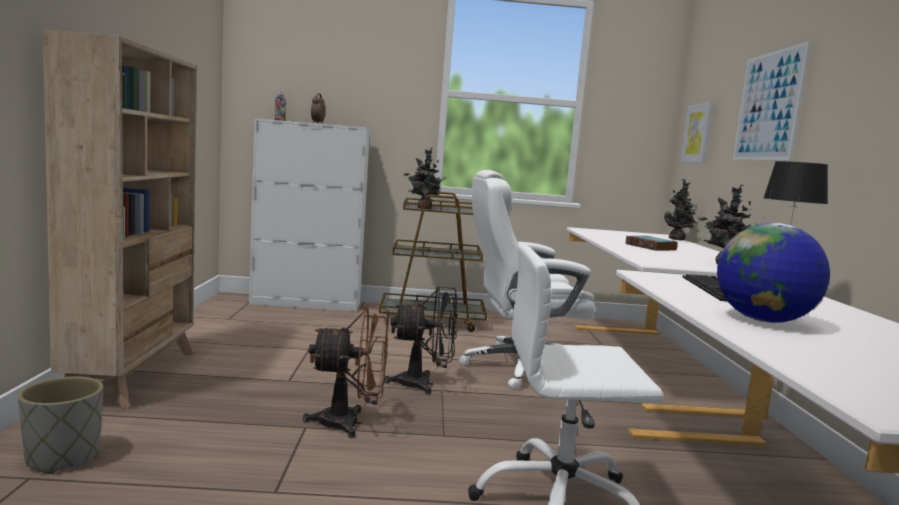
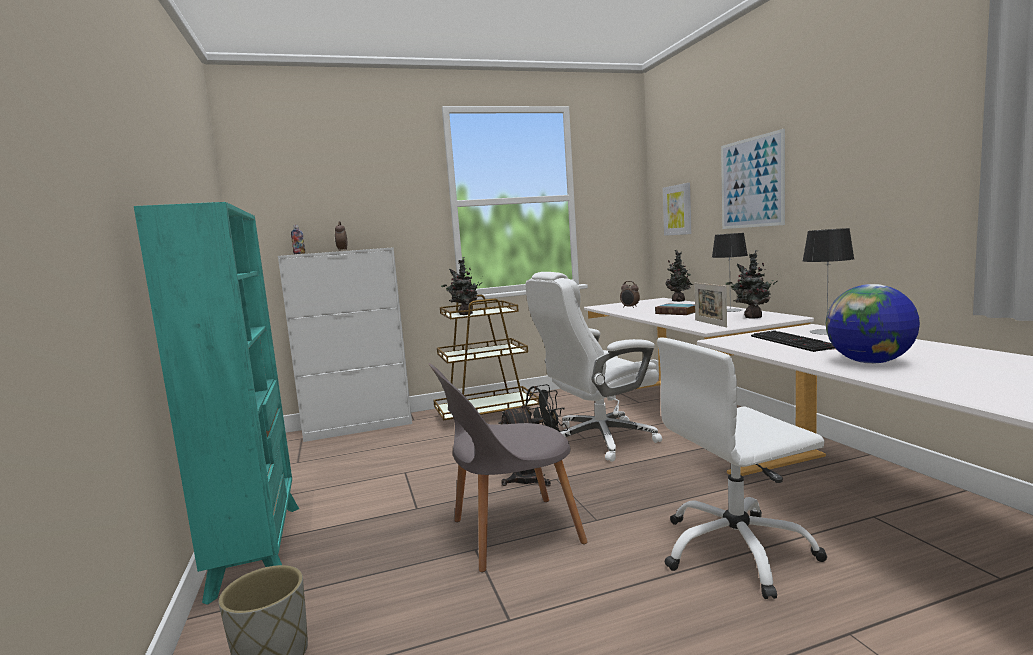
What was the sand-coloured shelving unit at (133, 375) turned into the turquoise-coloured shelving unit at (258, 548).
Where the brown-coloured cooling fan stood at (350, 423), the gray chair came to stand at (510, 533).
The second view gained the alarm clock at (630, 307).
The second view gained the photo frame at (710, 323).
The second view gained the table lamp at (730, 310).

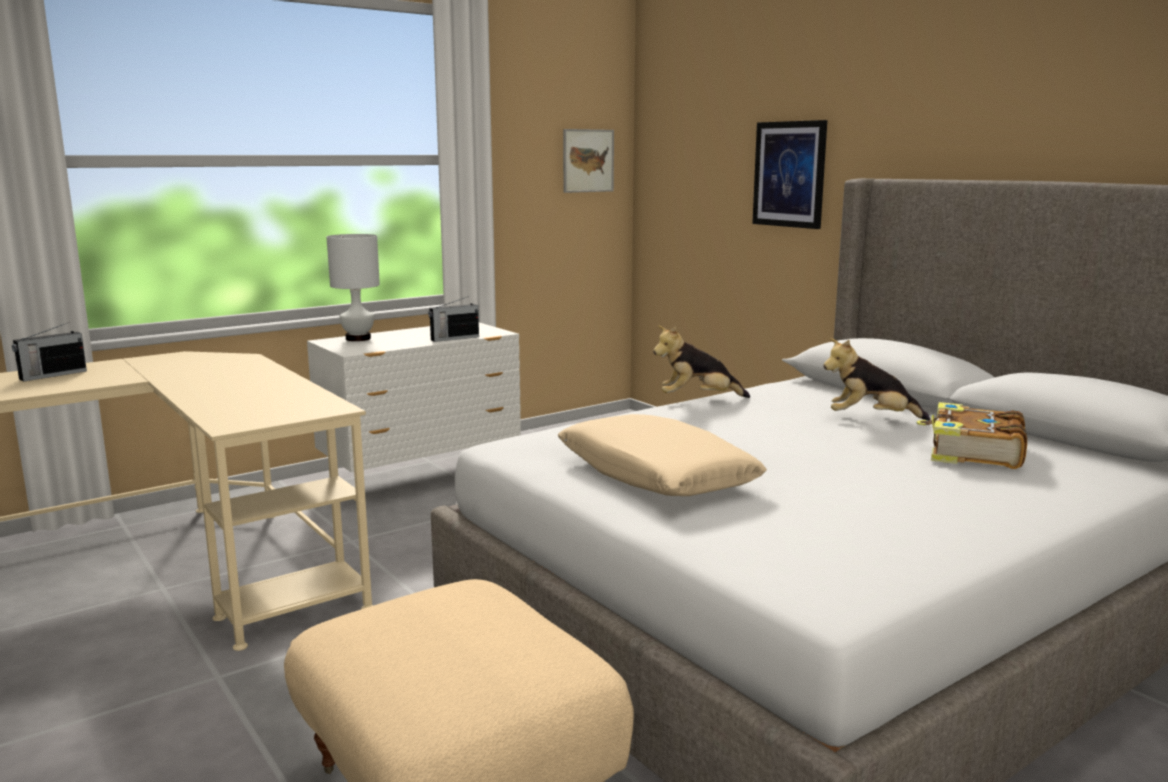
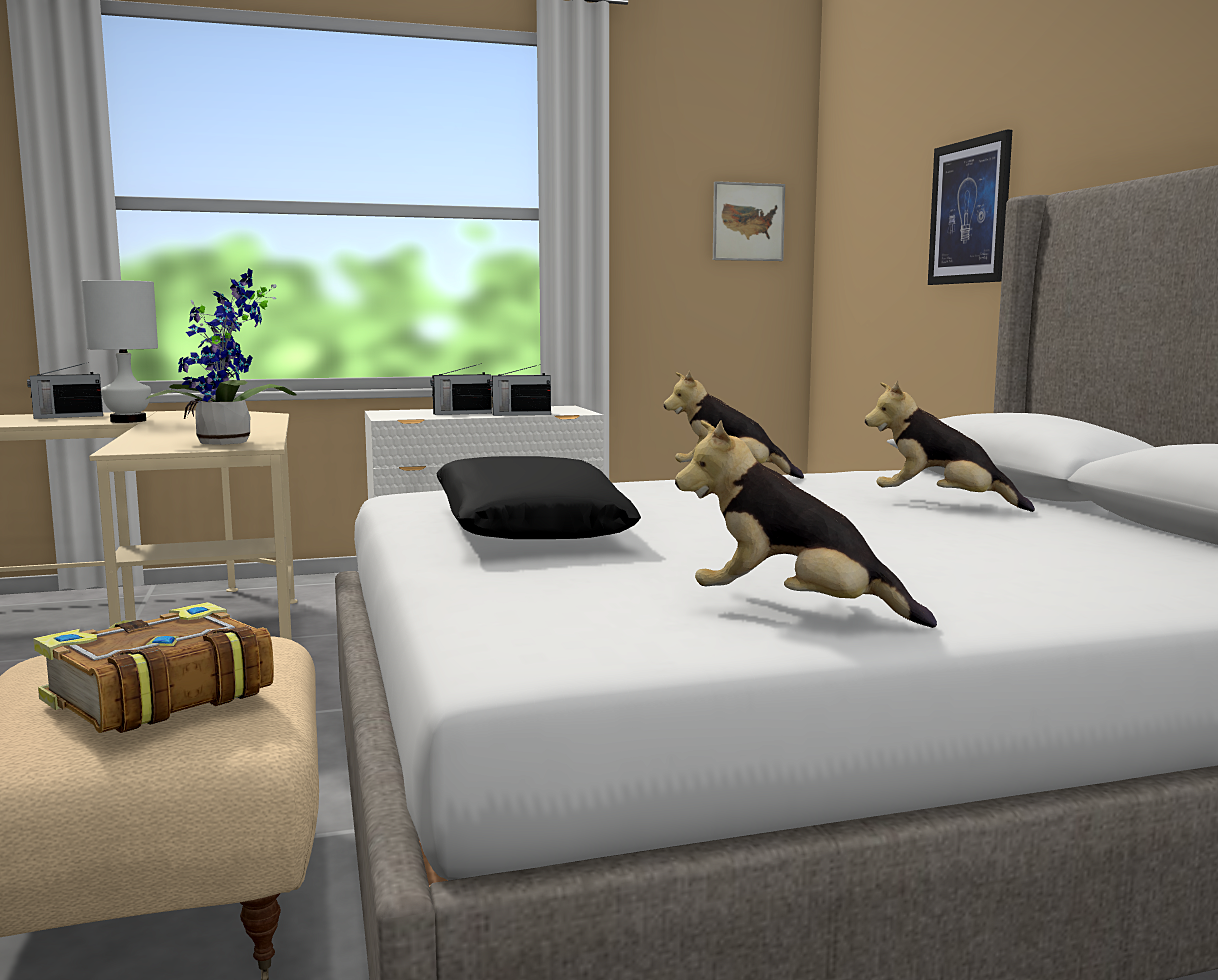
The book ended up elsewhere, having gone from (972, 453) to (156, 696).
The whitish table lamp ended up elsewhere, having gone from (357, 338) to (127, 421).
The second view gained the houseplant at (228, 443).
The second view gained the radio at (461, 413).
What was the sand-coloured pillow at (655, 475) turned into the black-coloured pillow at (527, 527).
The second view gained the soft toy at (794, 613).

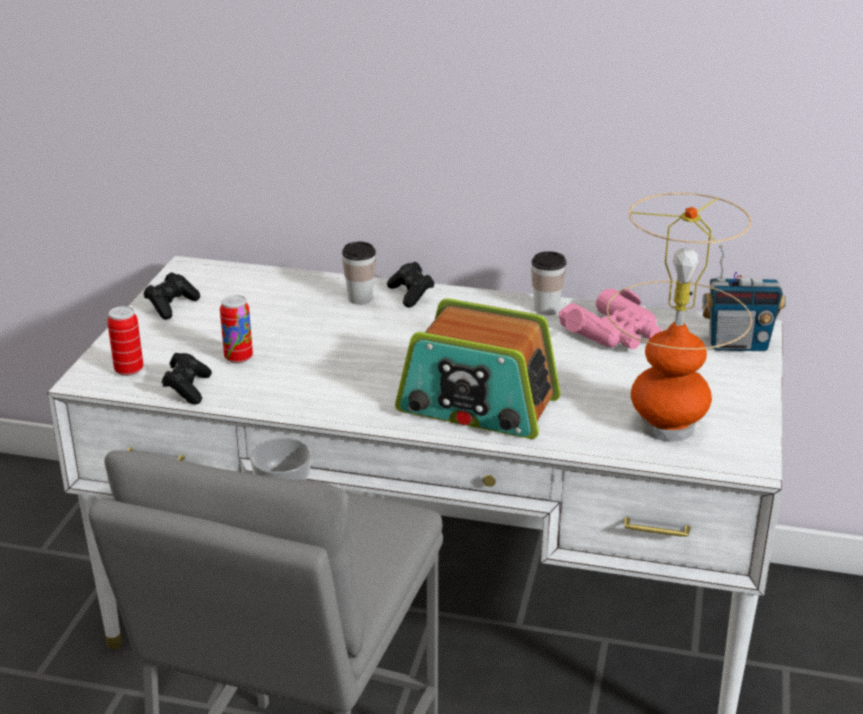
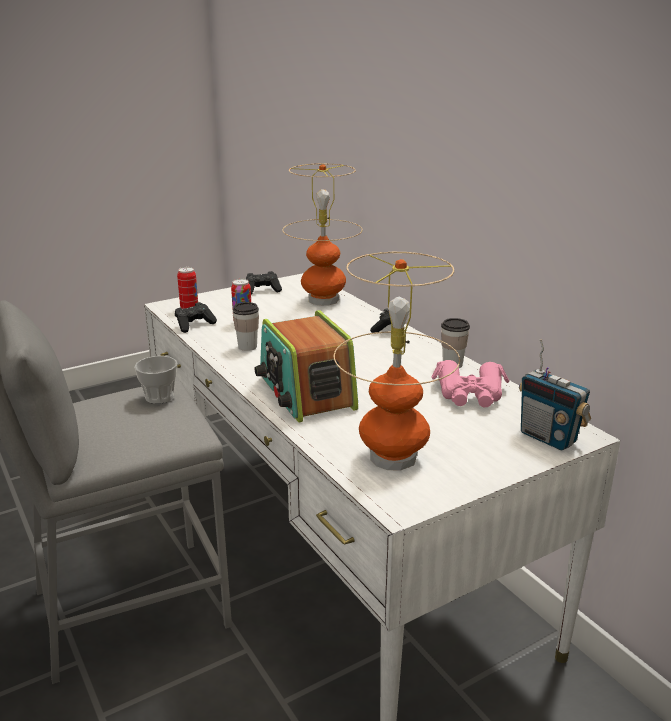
The cup ended up elsewhere, having gone from (360, 299) to (247, 346).
The second view gained the table lamp at (323, 300).

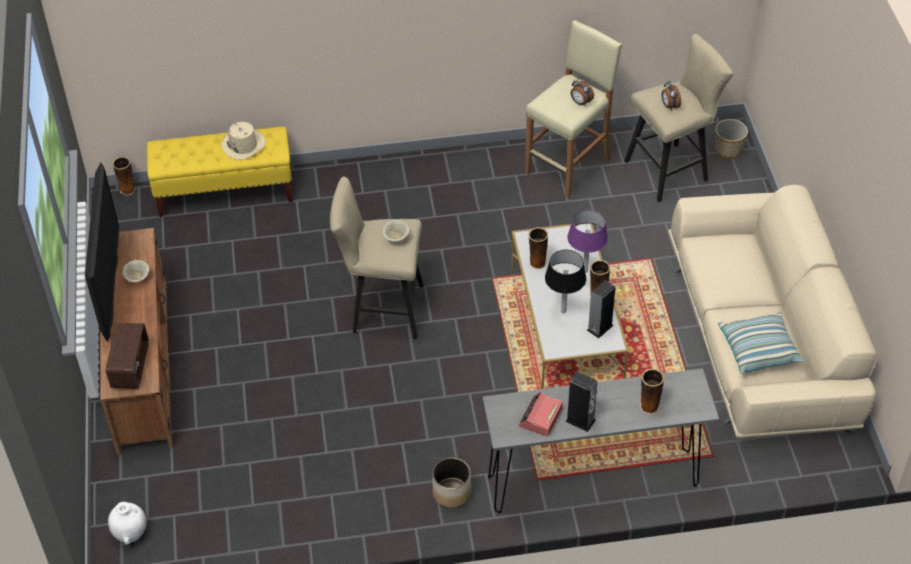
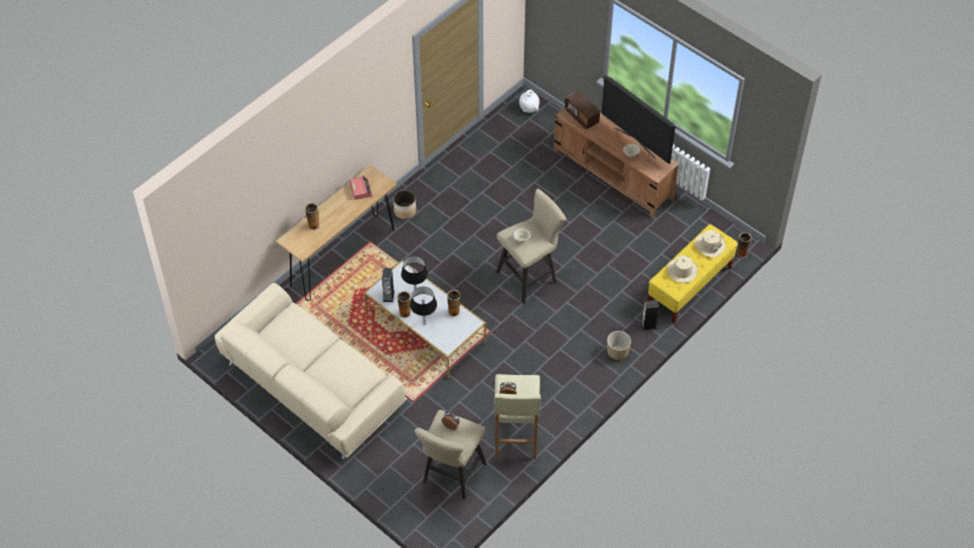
What was the gray hall table at (593, 481) turned into the brown-coloured hall table at (342, 257).
What was the purplish table lamp at (585, 271) turned into the black-coloured table lamp at (424, 323).
The planter ended up elsewhere, having gone from (728, 150) to (617, 352).
The audio speaker ended up elsewhere, having gone from (580, 420) to (648, 325).
The second view gained the sand-coloured hat at (709, 245).
The second view lost the pillow at (759, 350).

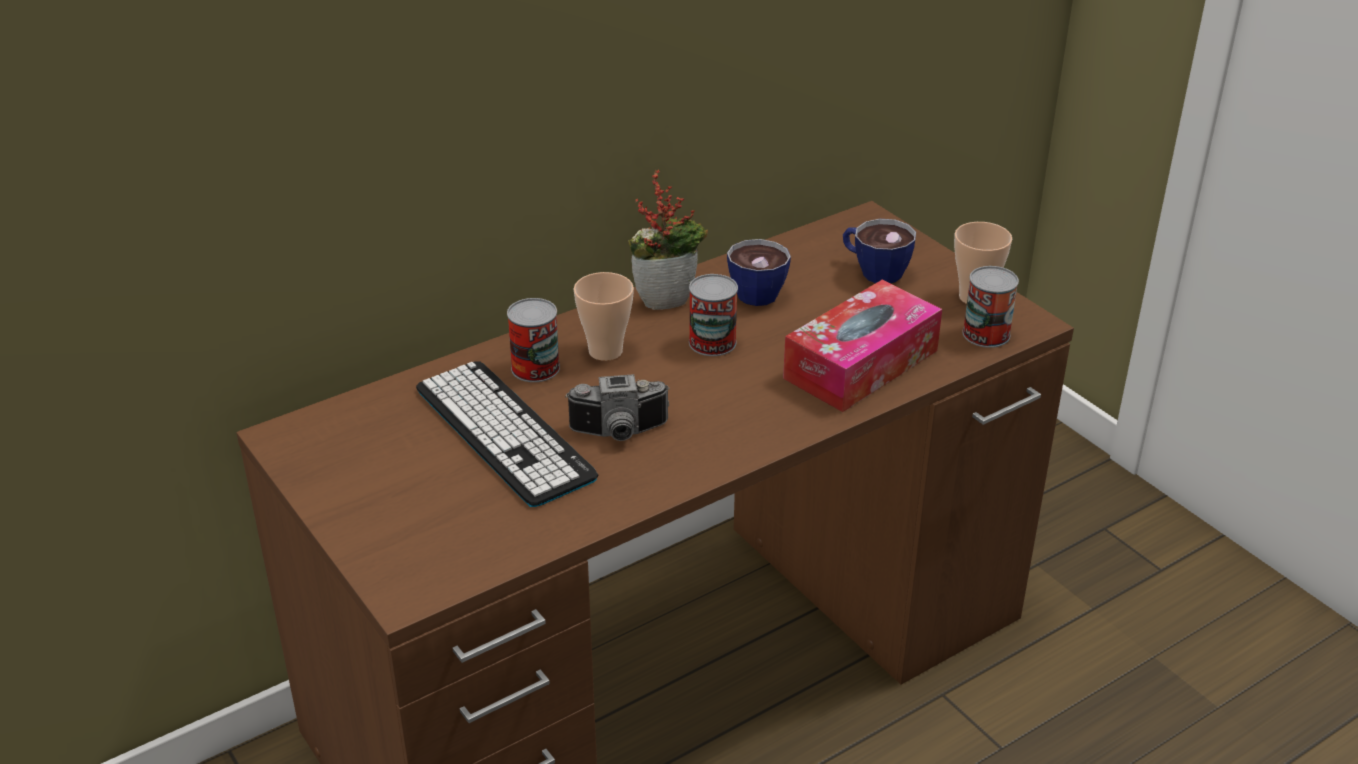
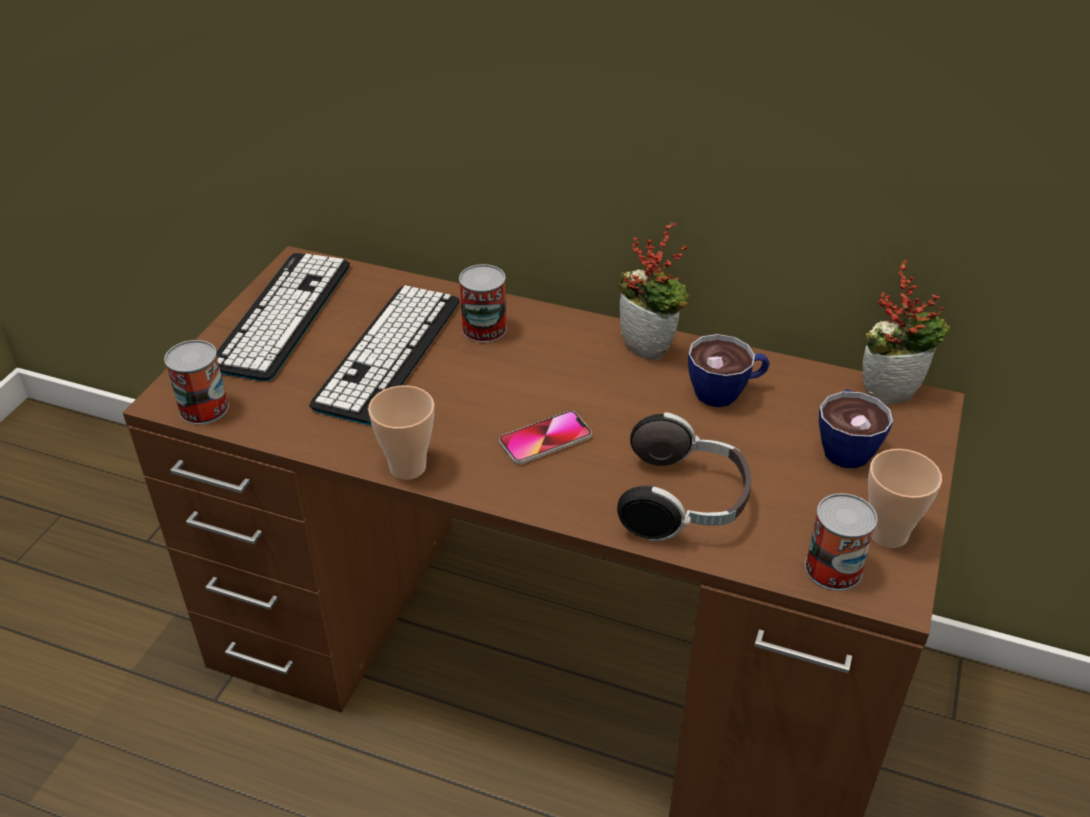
The sealed can ended up elsewhere, having gone from (712, 342) to (204, 408).
The second view gained the PC keyboard at (283, 315).
The cup ended up elsewhere, having gone from (605, 351) to (407, 467).
The second view gained the handset at (545, 439).
Where the box of tissues stood at (861, 364), the pair of headphones came to stand at (684, 503).
The second view gained the houseplant at (890, 392).
The second view lost the still camera at (620, 433).

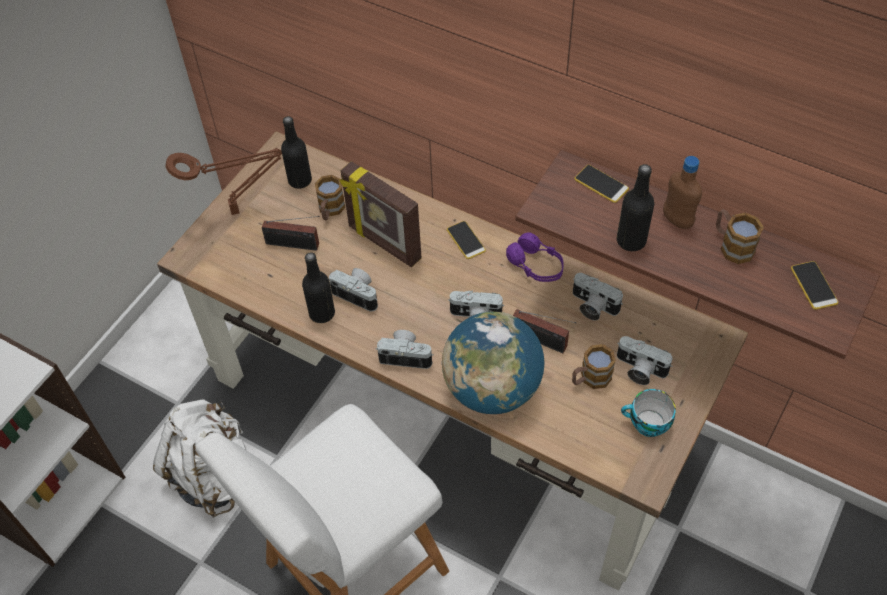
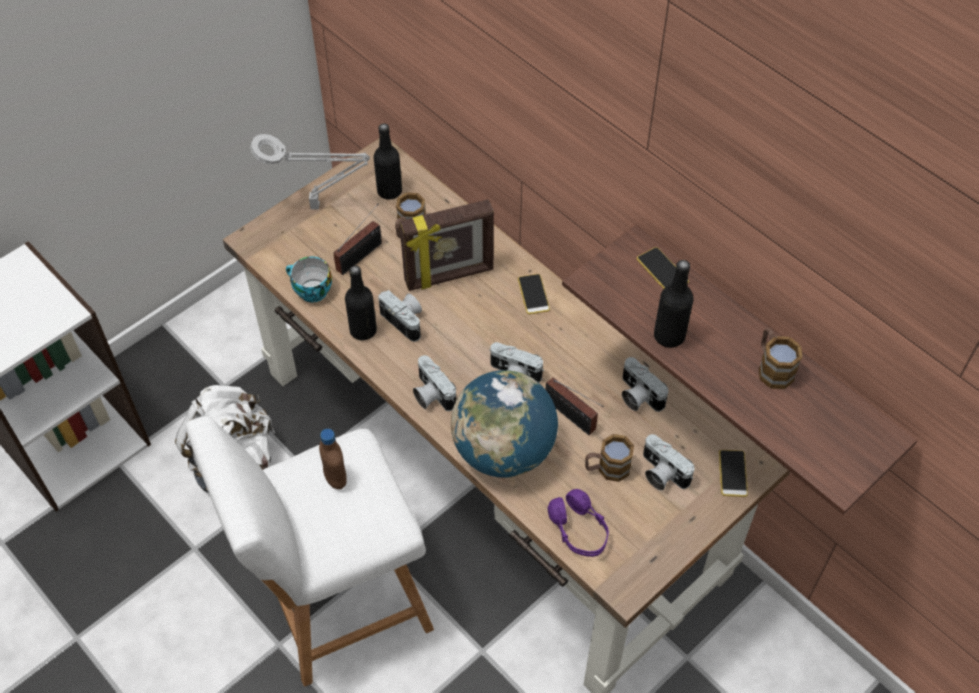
What was the brown-coloured table lamp at (238, 210) turned into the gray table lamp at (319, 206).
The cup ended up elsewhere, having gone from (647, 424) to (310, 291).
The brown-coloured beverage bottle ended up elsewhere, having gone from (677, 220) to (335, 478).
The radio at (295, 245) ended up facing another way, 75 degrees counterclockwise from before.
The photo frame at (383, 243) ended up facing another way, 75 degrees counterclockwise from before.
The still camera at (406, 355) ended up facing another way, 150 degrees counterclockwise from before.
The purplish pair of headphones ended up elsewhere, having gone from (536, 266) to (579, 530).
The handset ended up elsewhere, having gone from (813, 285) to (733, 473).

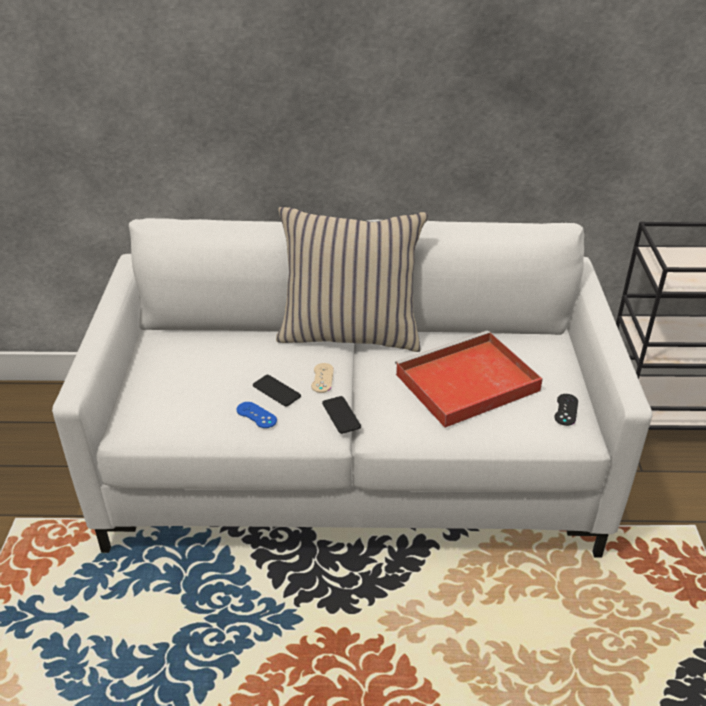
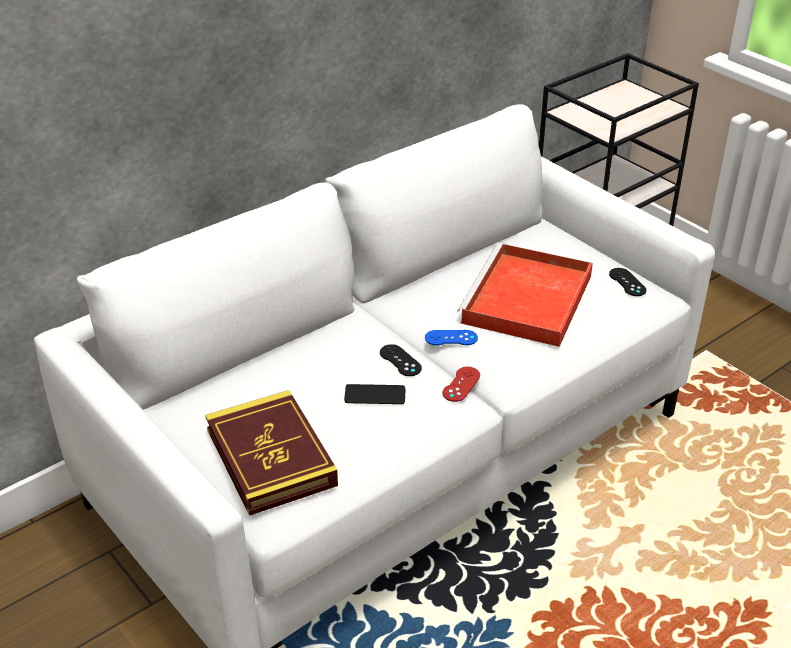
The second view gained the book at (271, 457).
What was the sand-coloured game controller at (322, 378) turned into the black-coloured game controller at (400, 360).
The blue game controller ended up elsewhere, having gone from (256, 415) to (451, 338).
Where the handset stood at (341, 415), the red-coloured game controller came to stand at (461, 384).
The second view lost the sand-coloured pillow at (350, 333).

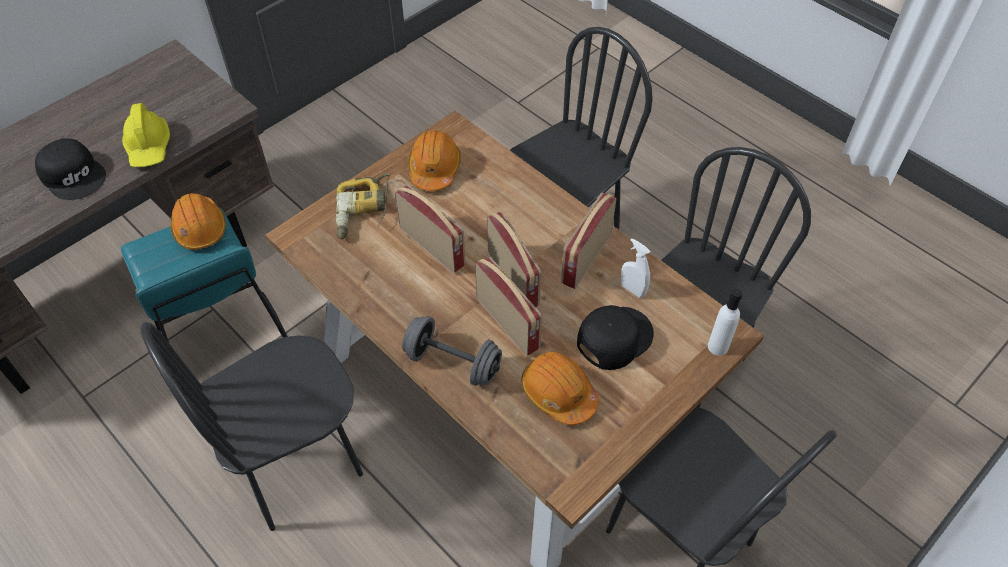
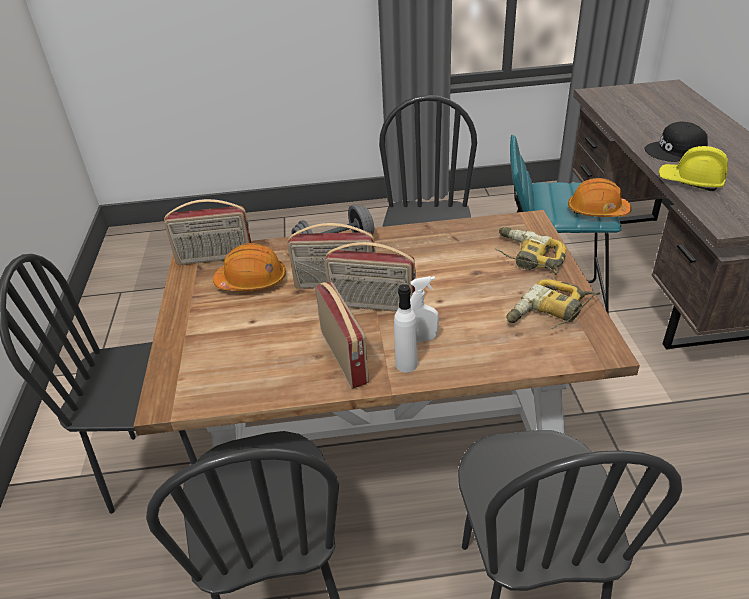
The radio ended up elsewhere, having gone from (433, 246) to (214, 258).
The whitish beverage bottle ended up elsewhere, having gone from (718, 346) to (406, 364).
The whitish hand sprayer ended up elsewhere, having gone from (632, 289) to (422, 339).
Where the orangey safety helmet stood at (434, 168), the drill came to stand at (550, 314).
The second view lost the black-coloured peaked cap at (613, 337).

